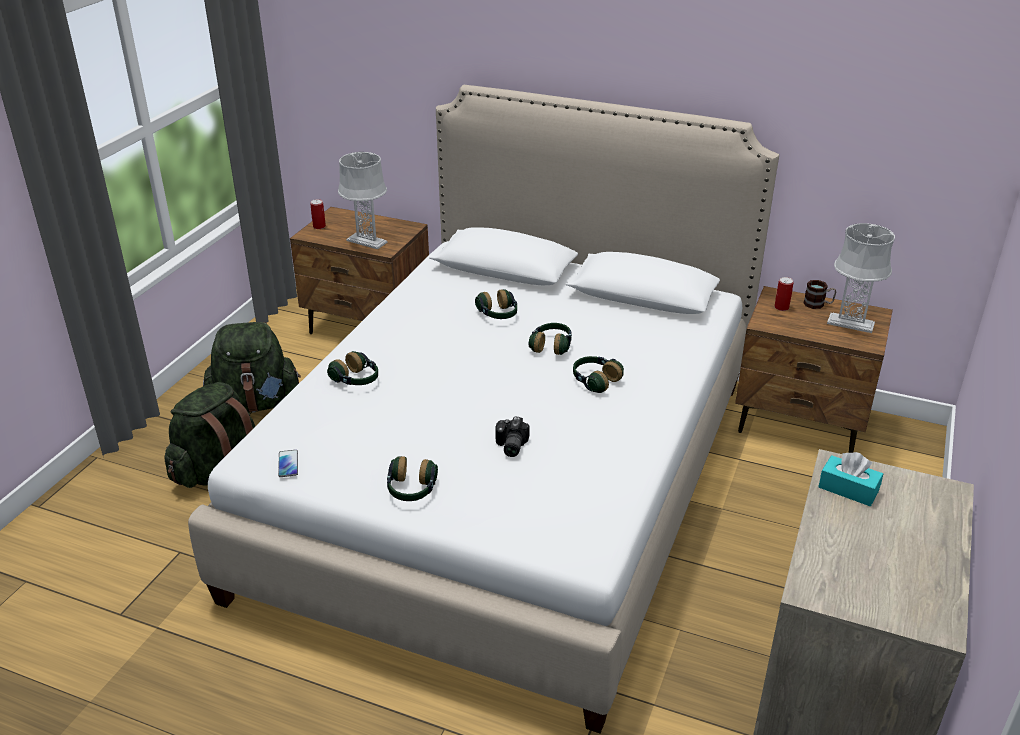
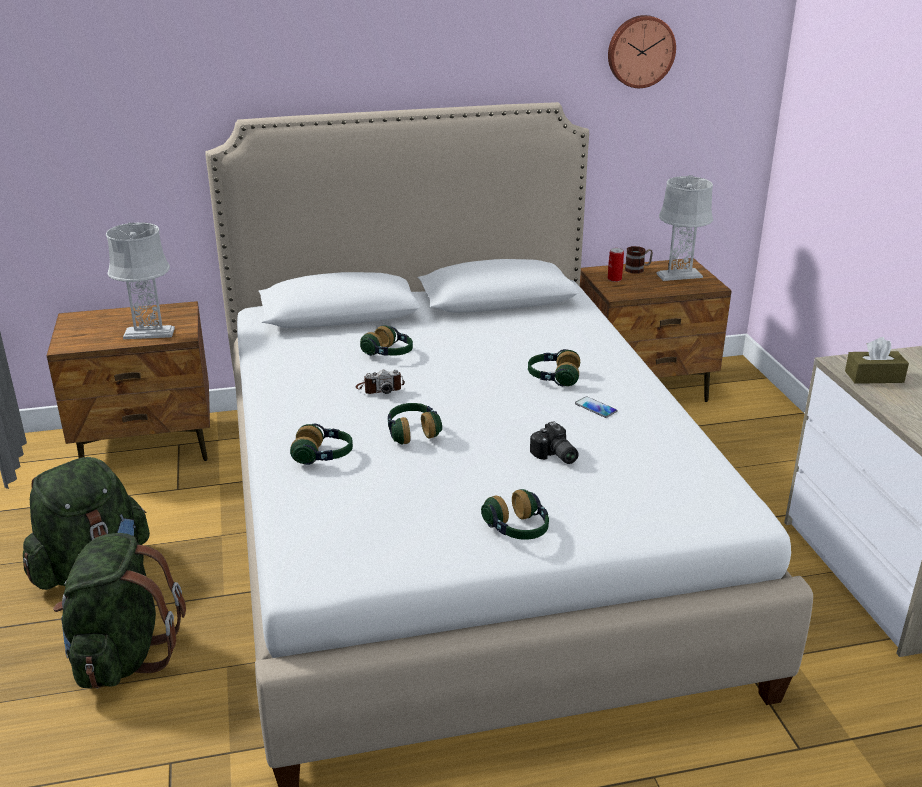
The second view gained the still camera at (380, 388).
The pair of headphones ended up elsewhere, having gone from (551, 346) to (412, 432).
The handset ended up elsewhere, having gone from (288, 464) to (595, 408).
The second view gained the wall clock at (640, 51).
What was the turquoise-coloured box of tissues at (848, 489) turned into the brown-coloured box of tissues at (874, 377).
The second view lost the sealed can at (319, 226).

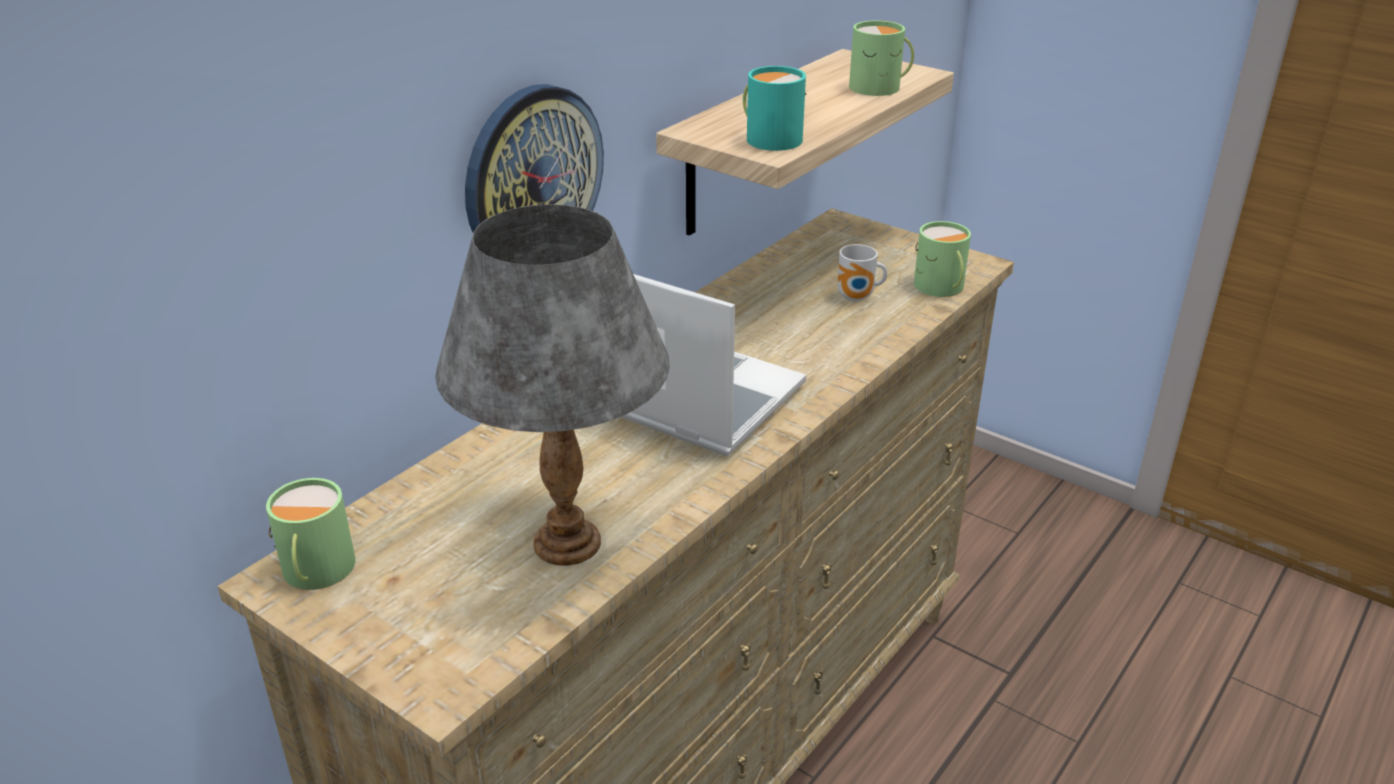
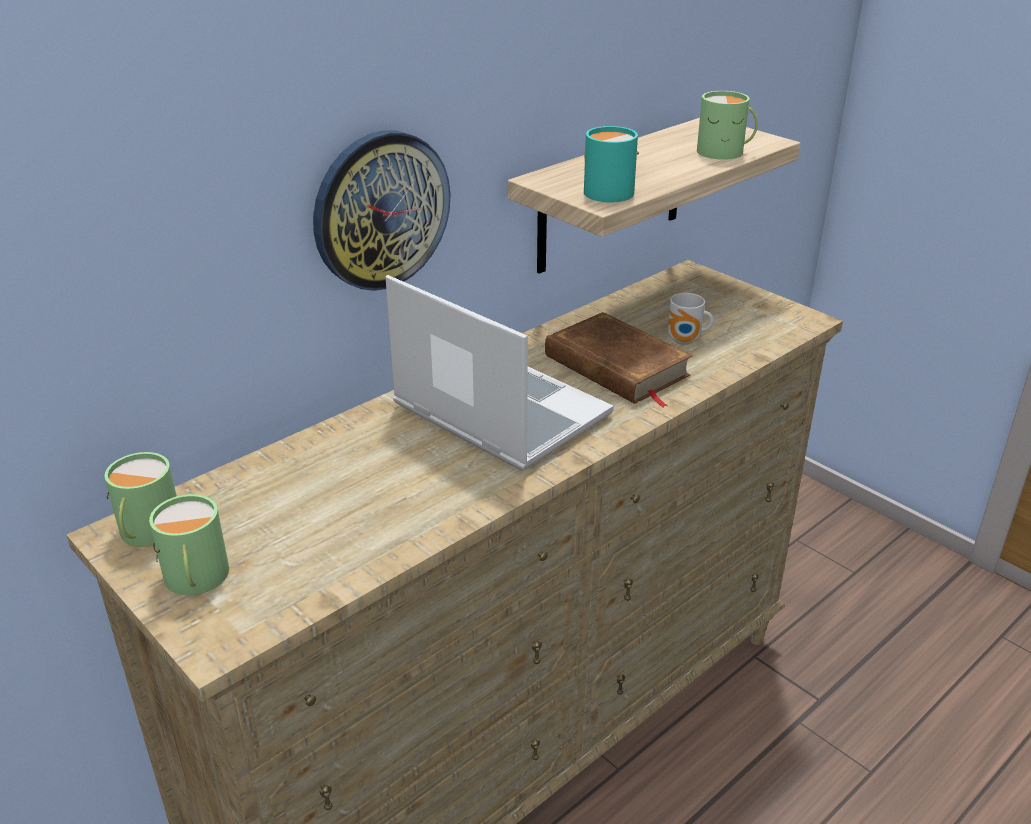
The greenish tea mug ended up elsewhere, having gone from (941, 288) to (195, 578).
The second view gained the brown-coloured book at (616, 366).
The second view lost the gray table lamp at (566, 542).

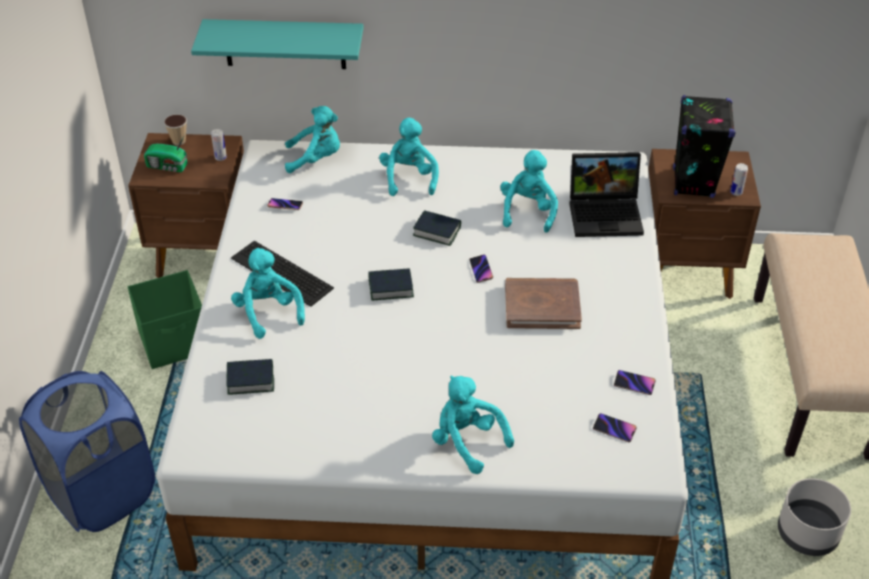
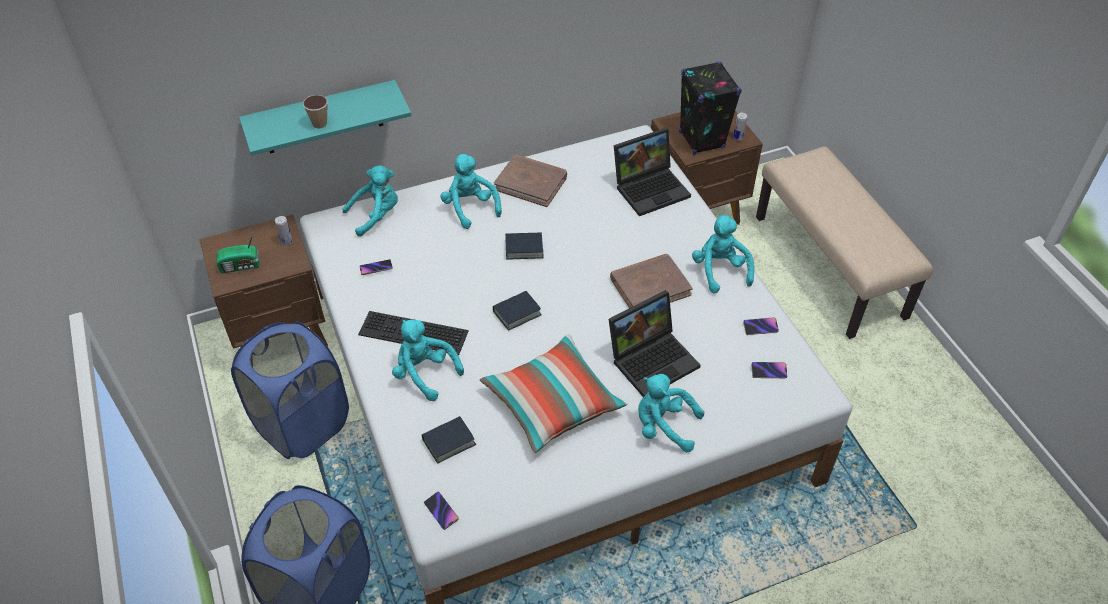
Where the greenish storage container stood at (175, 342), the blue laundry basket came to stand at (303, 425).
The cup ended up elsewhere, having gone from (179, 141) to (319, 123).
The handset ended up elsewhere, having gone from (481, 270) to (441, 511).
The second view gained the pillow at (553, 403).
The second view gained the brown-coloured book at (531, 183).
The second view gained the notebook computer at (653, 358).
The turquoise-coloured soft toy ended up elsewhere, having gone from (528, 211) to (719, 270).
The second view lost the gray planter at (808, 533).

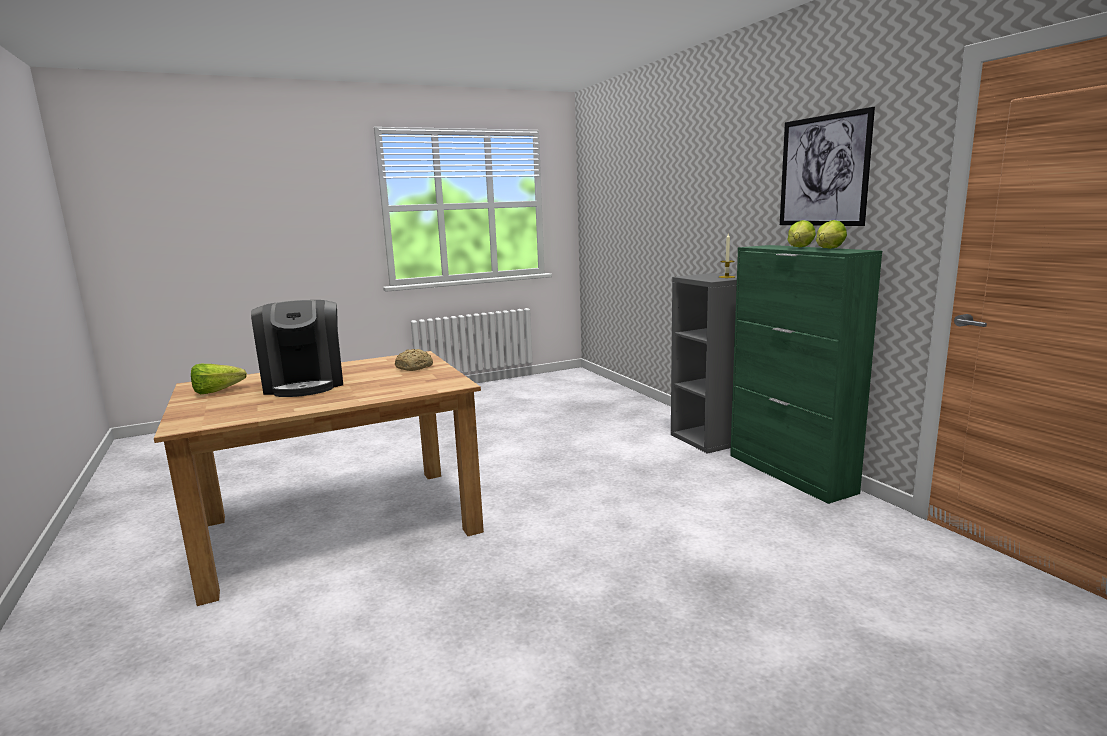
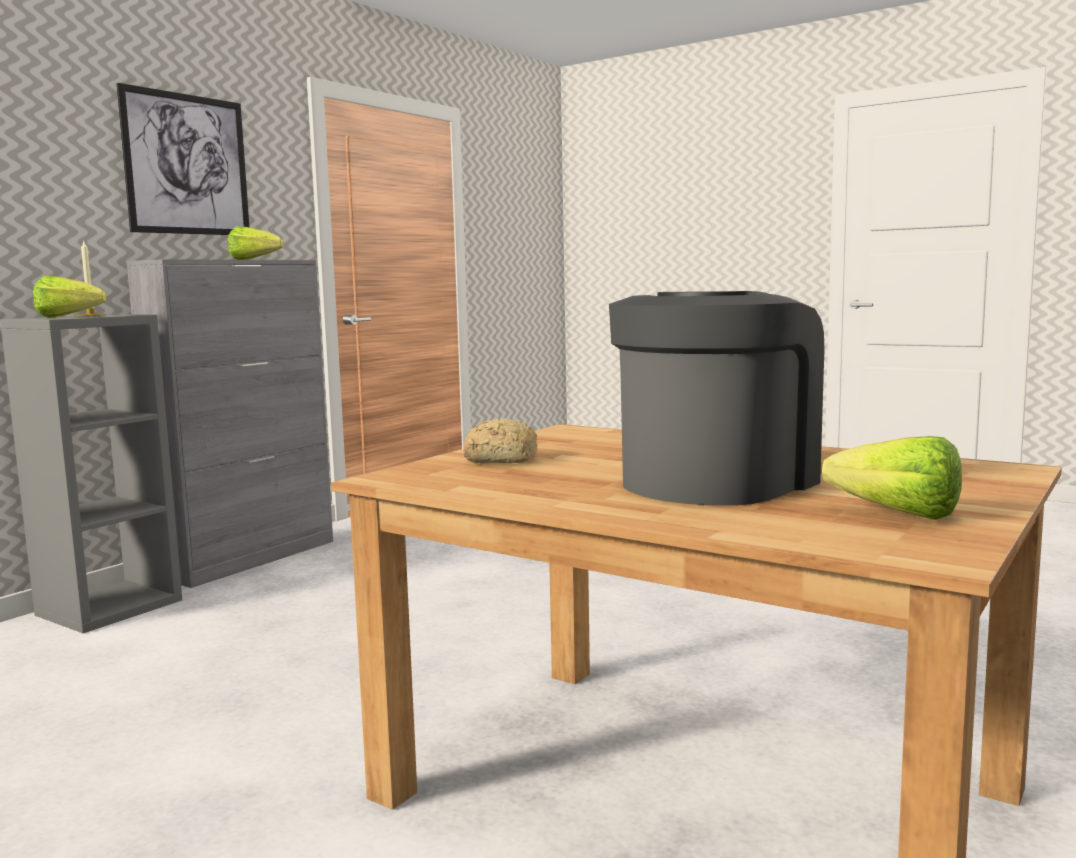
The lettuce head ended up elsewhere, having gone from (798, 248) to (73, 317).
What was the greenish cabinet at (790, 474) turned into the gray cabinet at (251, 558).

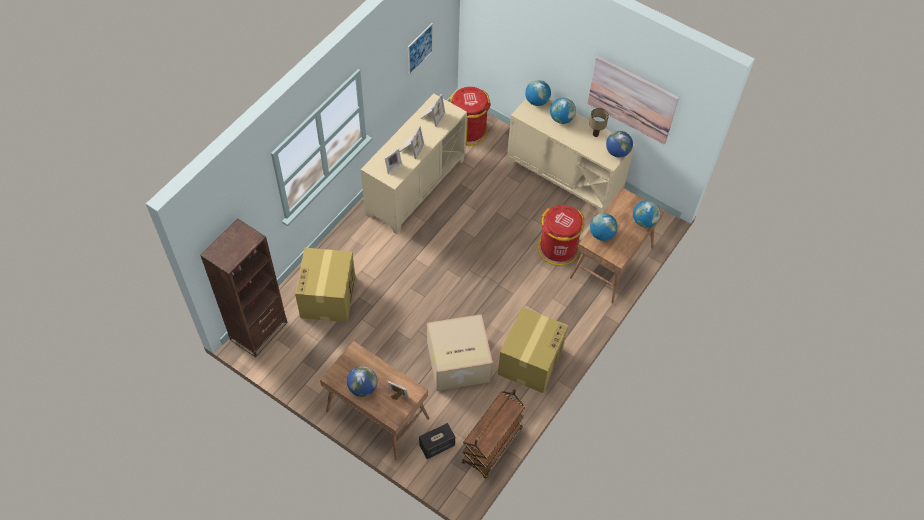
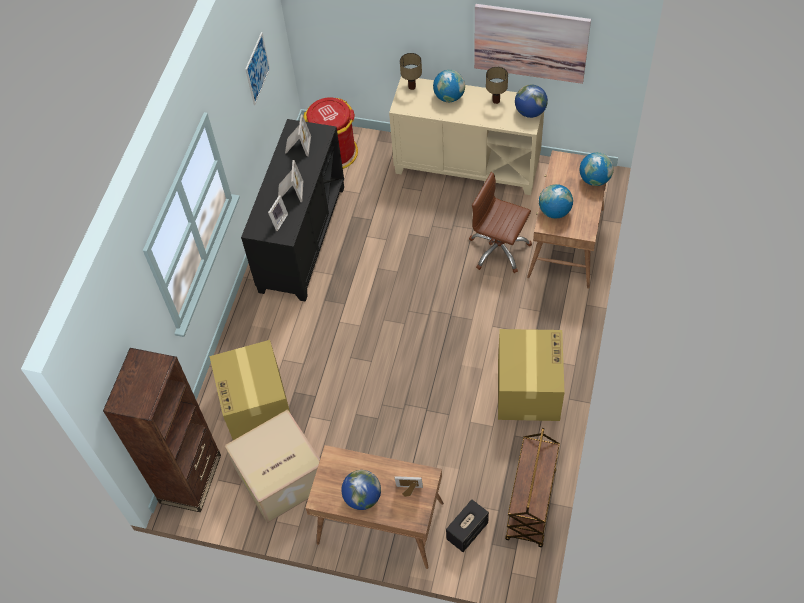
The packing box ended up elsewhere, having gone from (457, 363) to (280, 478).
What was the sand-coloured cabinet at (415, 187) turned into the black-coloured cabinet at (301, 238).
Where the desk globe stood at (537, 101), the table lamp came to stand at (411, 86).
Where the red-coloured trash can stood at (558, 249), the brown-coloured office chair came to stand at (499, 249).

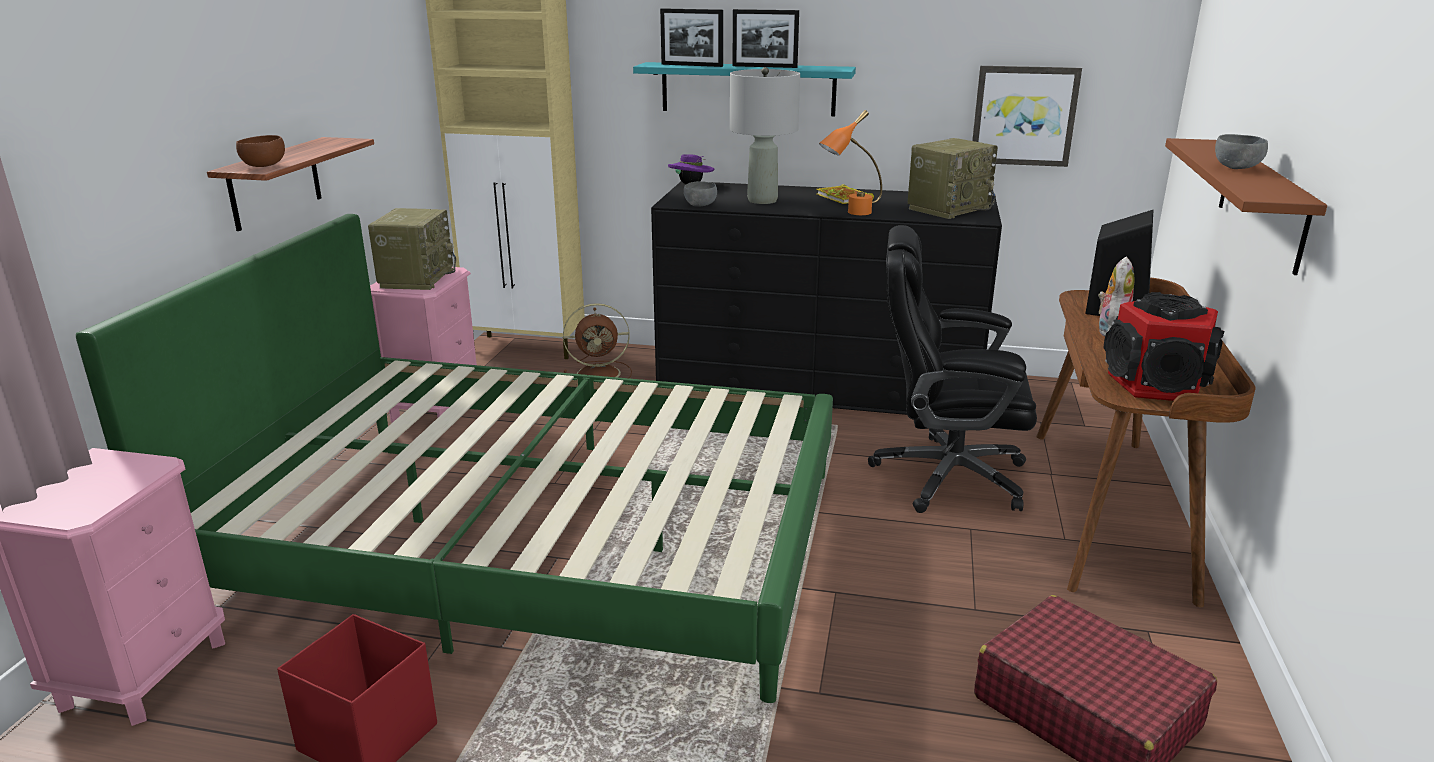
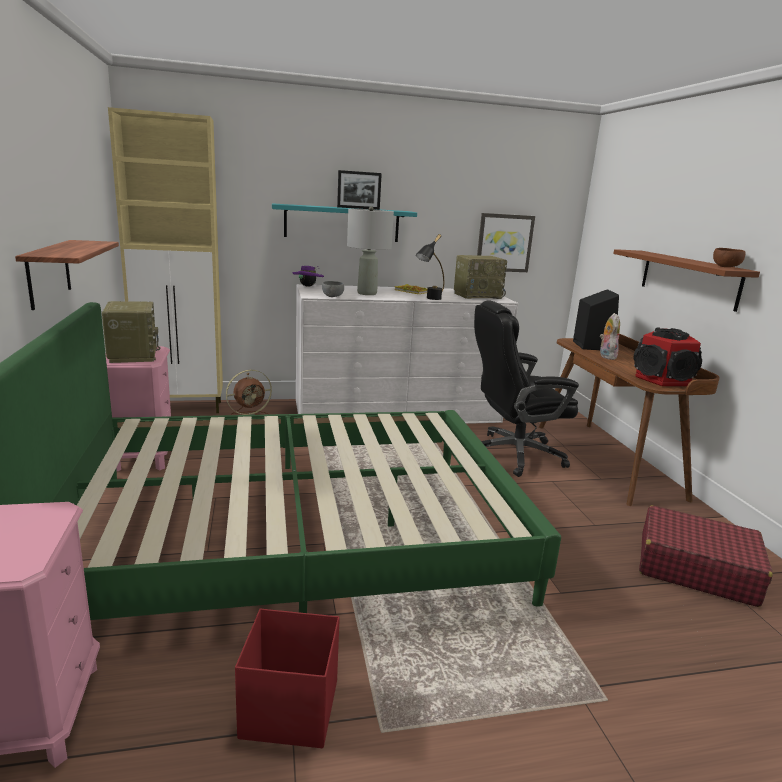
What was the black-coloured dresser at (819, 383) turned into the whitish dresser at (397, 411).
What was the orangey table lamp at (849, 213) turned into the black-coloured table lamp at (429, 299).
The radio at (948, 208) ended up facing another way, 45 degrees clockwise from before.
The brown-coloured bowl ended up elsewhere, having gone from (264, 166) to (726, 267).
The second view lost the photo frame at (692, 65).
The second view lost the gray bowl at (1236, 168).

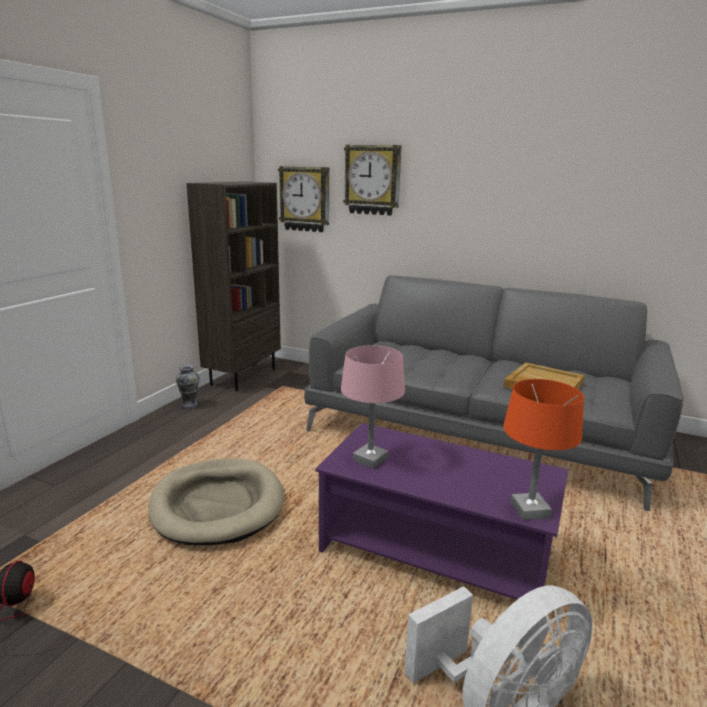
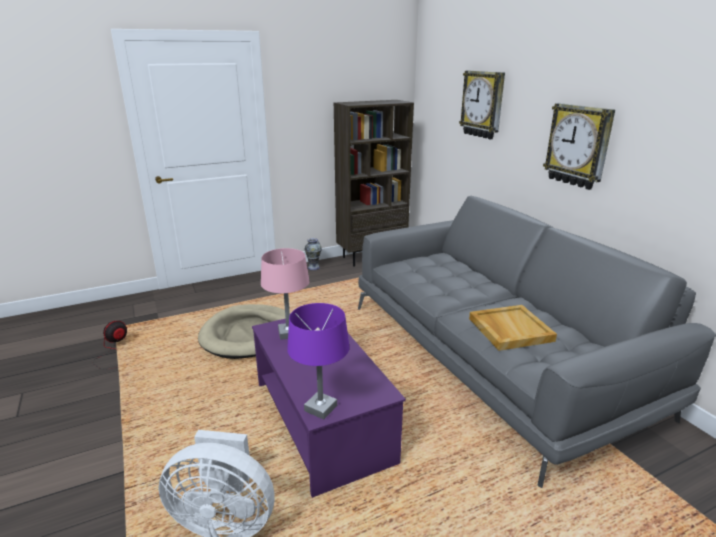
What was the orangey table lamp at (530, 510) turned into the purplish table lamp at (321, 408).
The wall clock ended up elsewhere, having gone from (305, 199) to (578, 146).

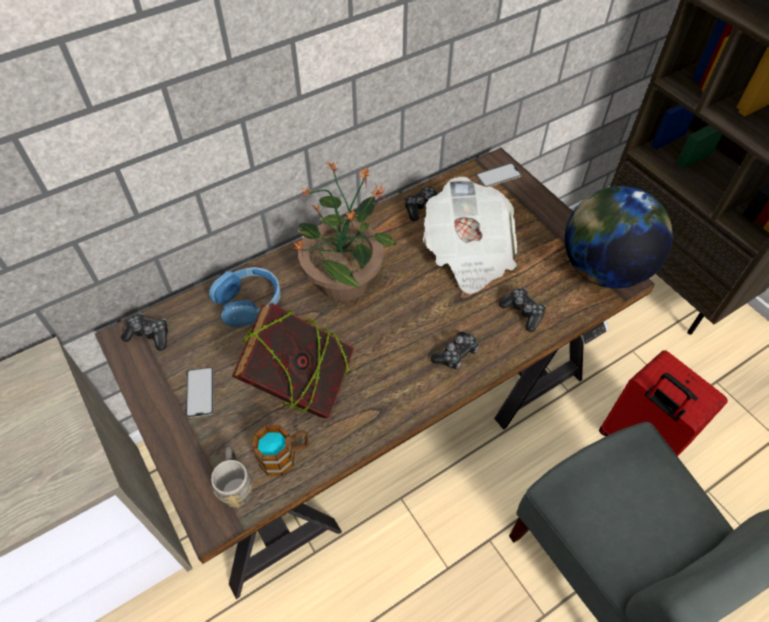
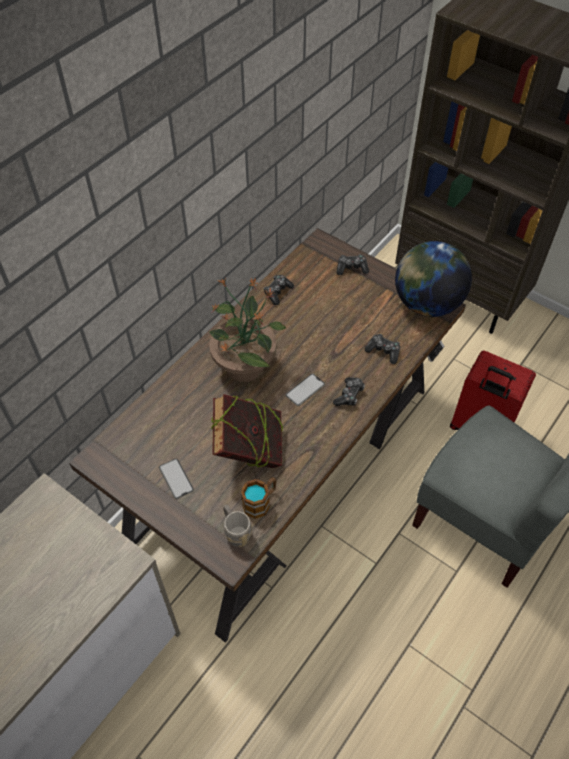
The handset ended up elsewhere, having gone from (498, 175) to (305, 390).
The game controller ended up elsewhere, having gone from (149, 335) to (351, 268).
The second view lost the blue pair of headphones at (249, 302).
The second view lost the newspaper at (468, 254).

